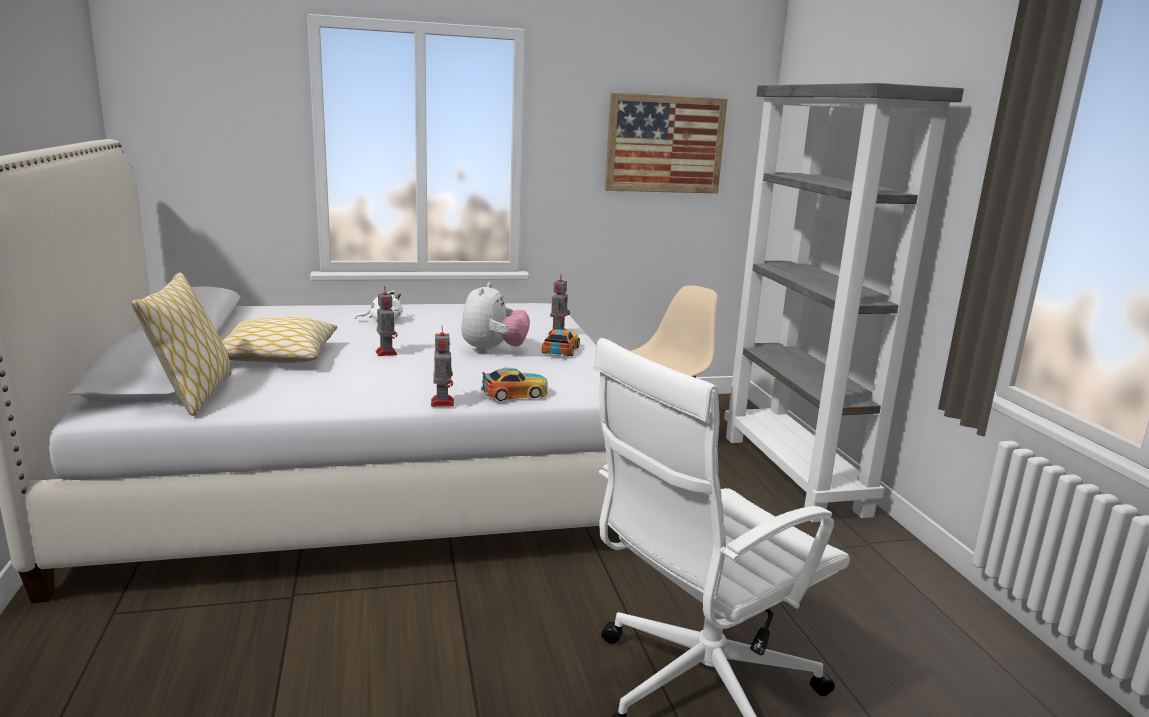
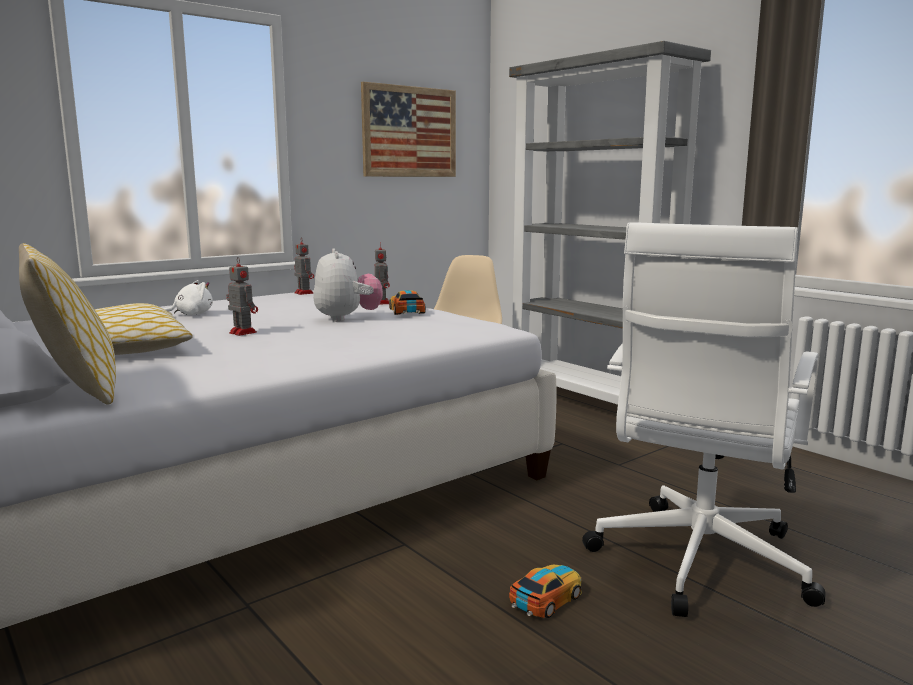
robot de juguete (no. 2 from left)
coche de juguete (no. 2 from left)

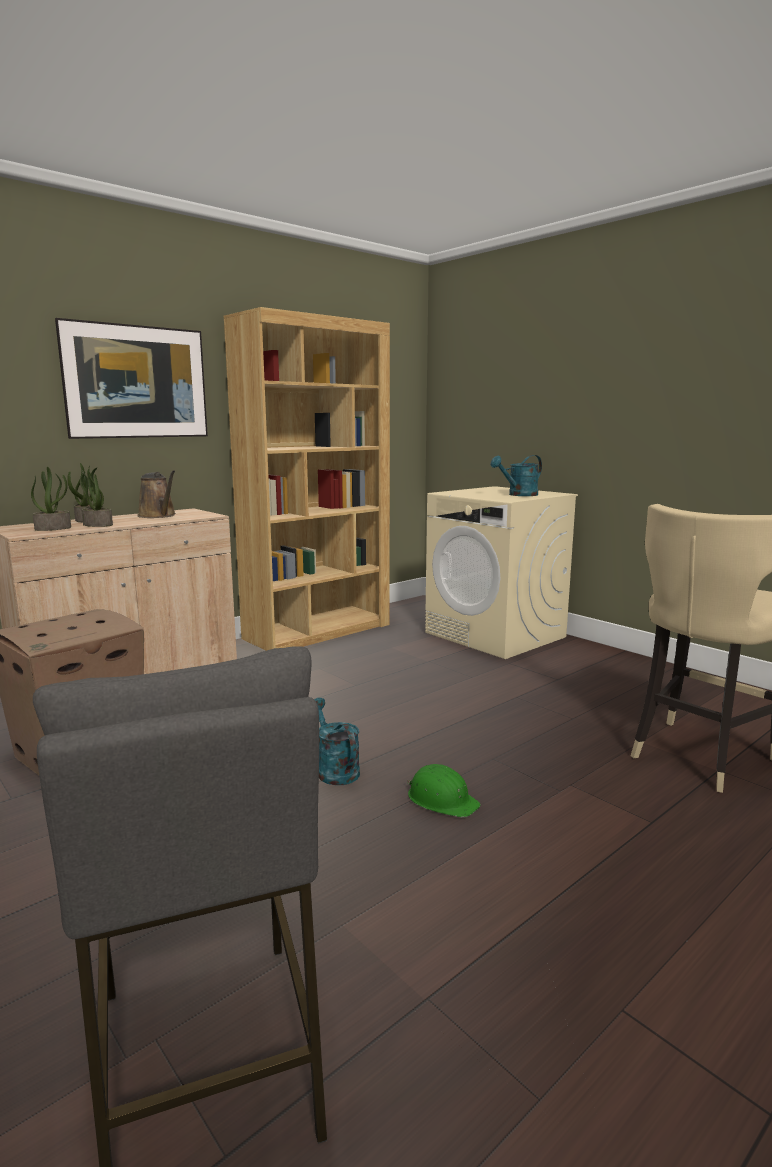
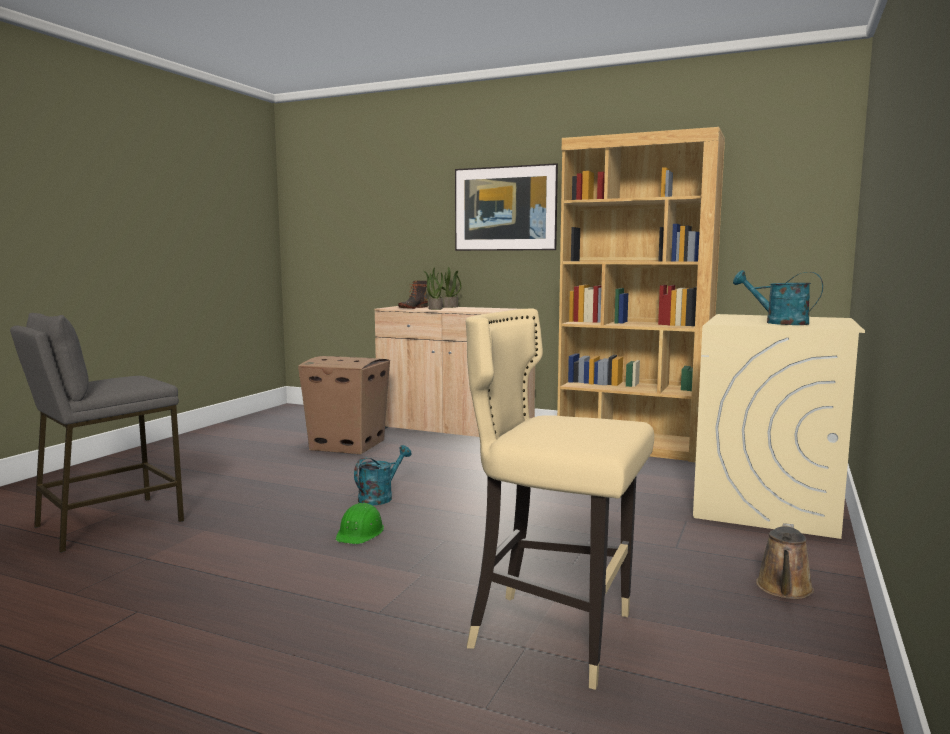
bota
regadera [marrón]

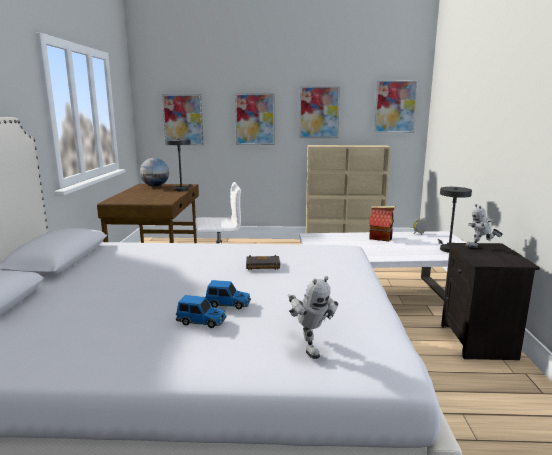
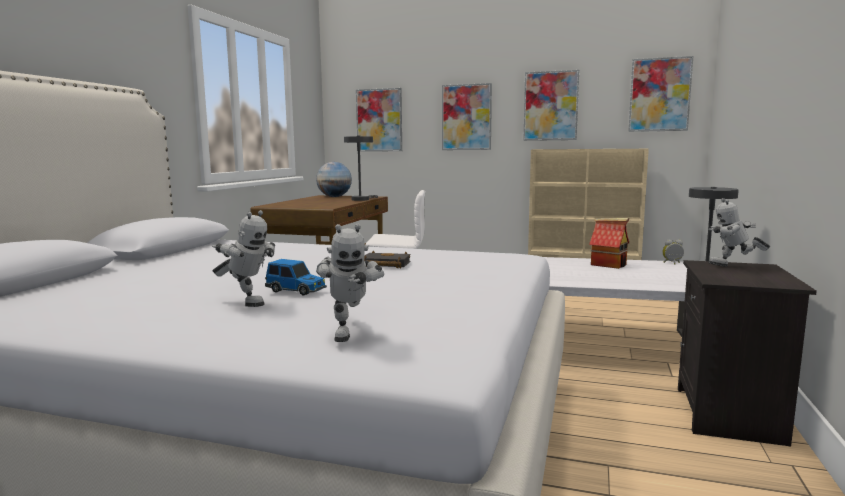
robot de juguete (no. 1 from left)

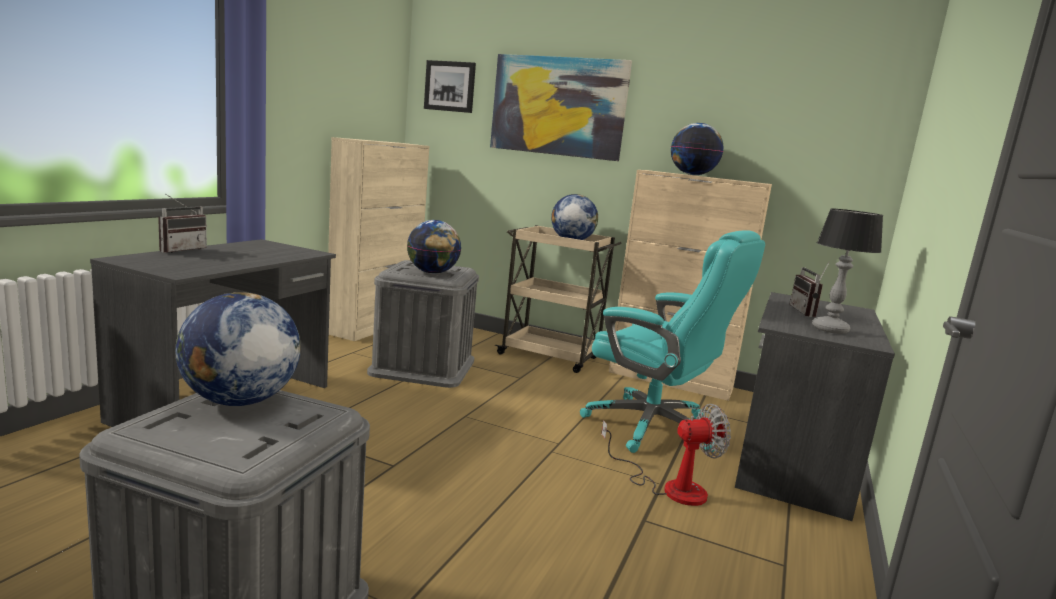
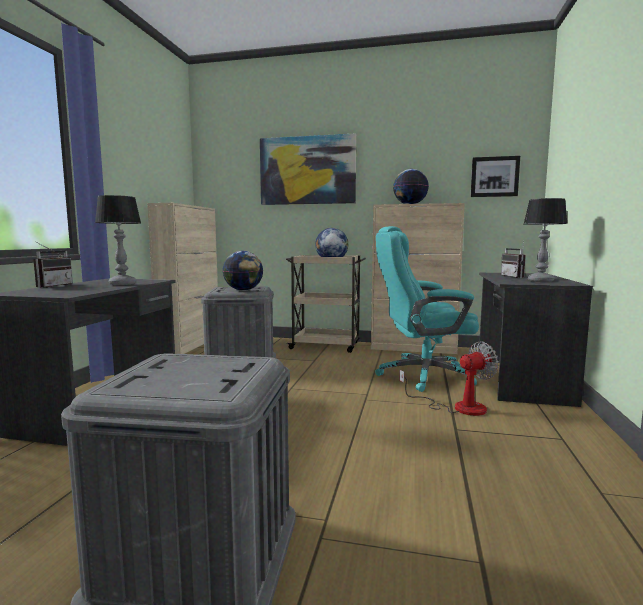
lámpara de mesa (no. 1 from left)
silla de oficina [turquesa]
cuadro (no. 2 from left)
globo terráqueo (no. 1 from left in the first image)

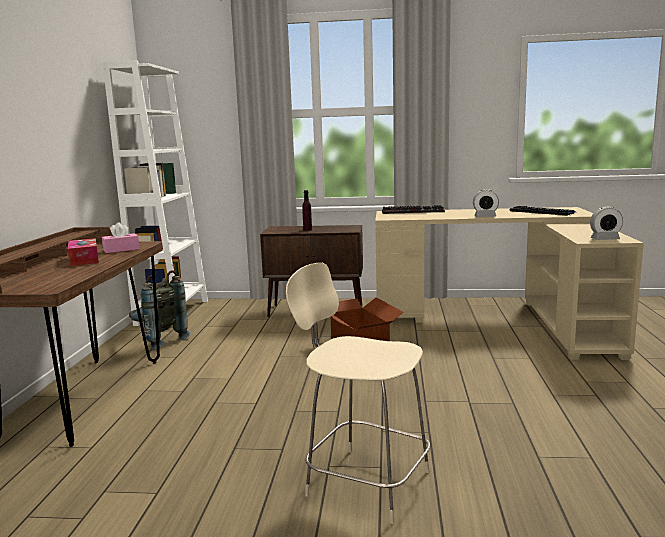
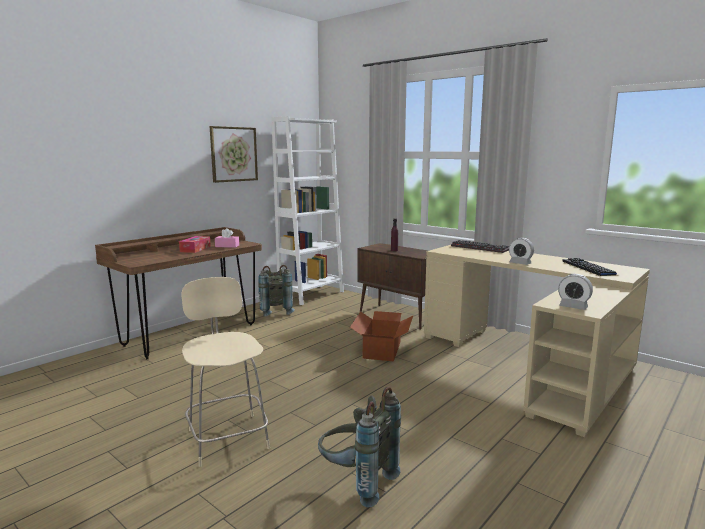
cuadro
mochila [gris] (no. 2 from left)

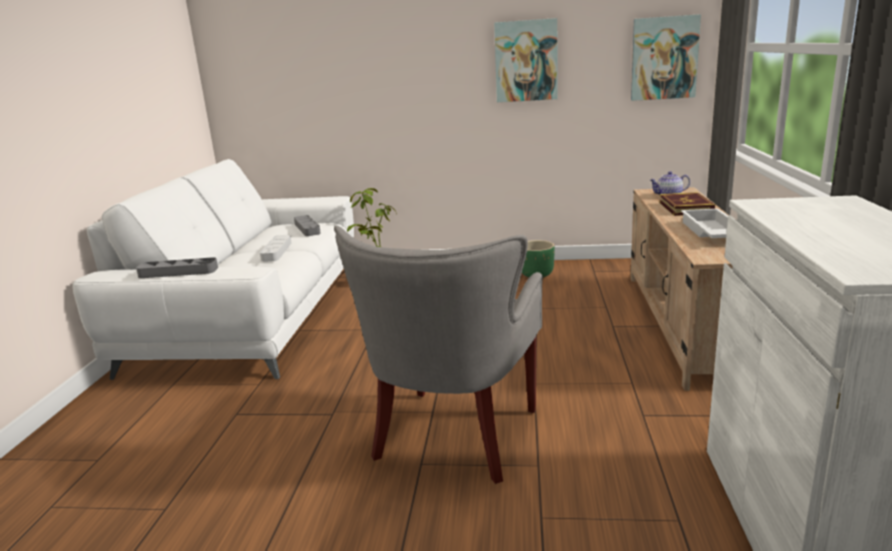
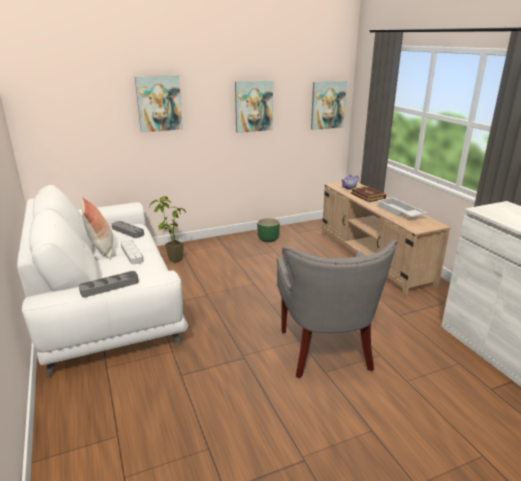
cojín
cuadro (no. 1 from left)

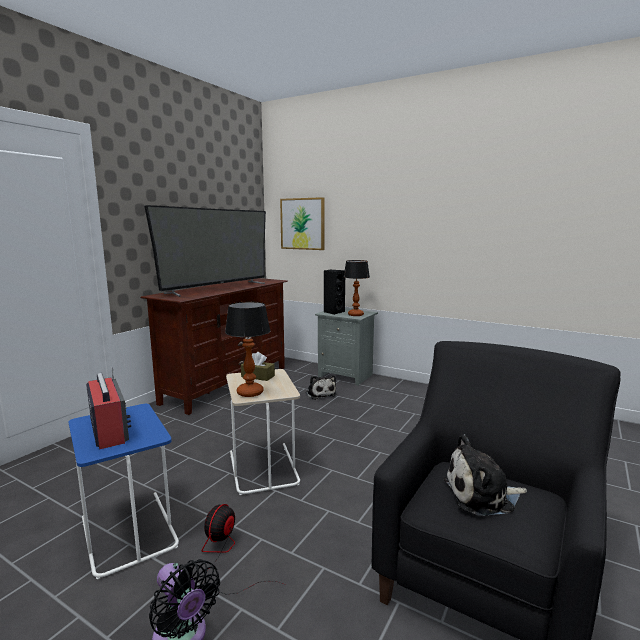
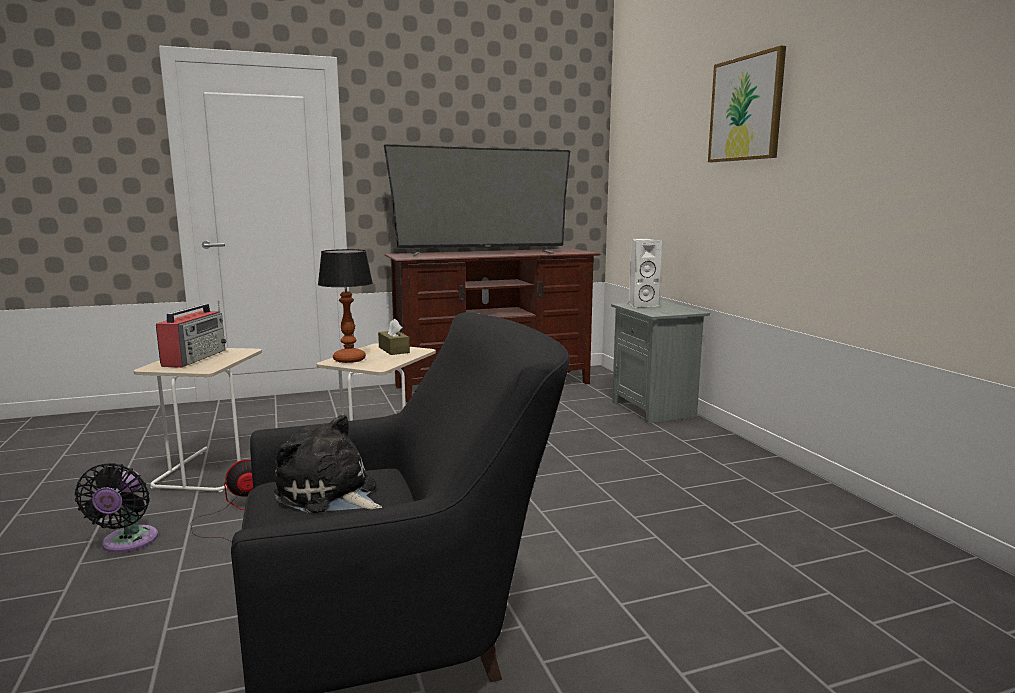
mesa auxiliar [beis] (no. 1 from left)
altavoz [blanco]
cuadro
peluche (no. 1 from left in the first image)
lámpara de mesa (no. 2 from left in the first image)

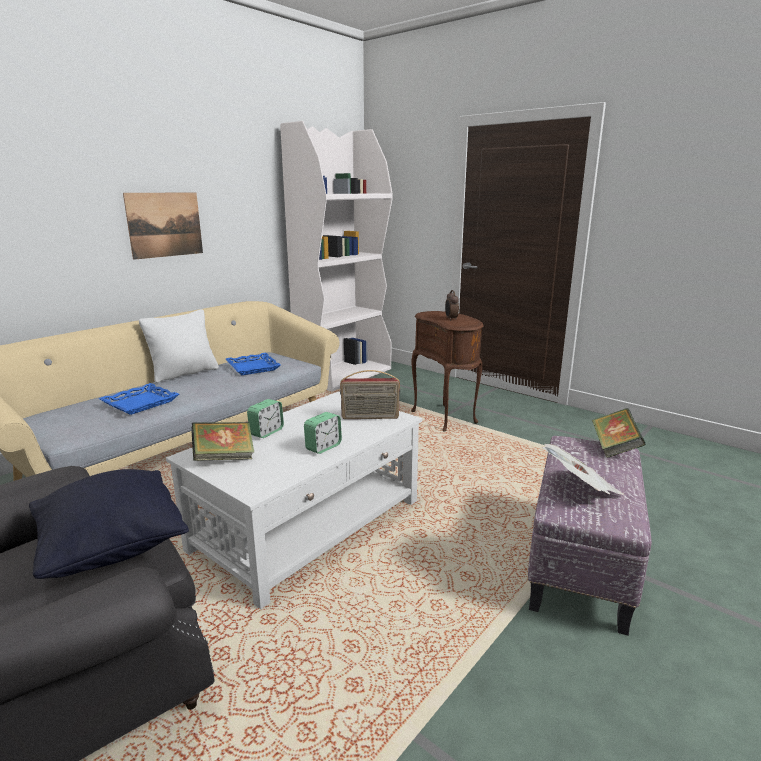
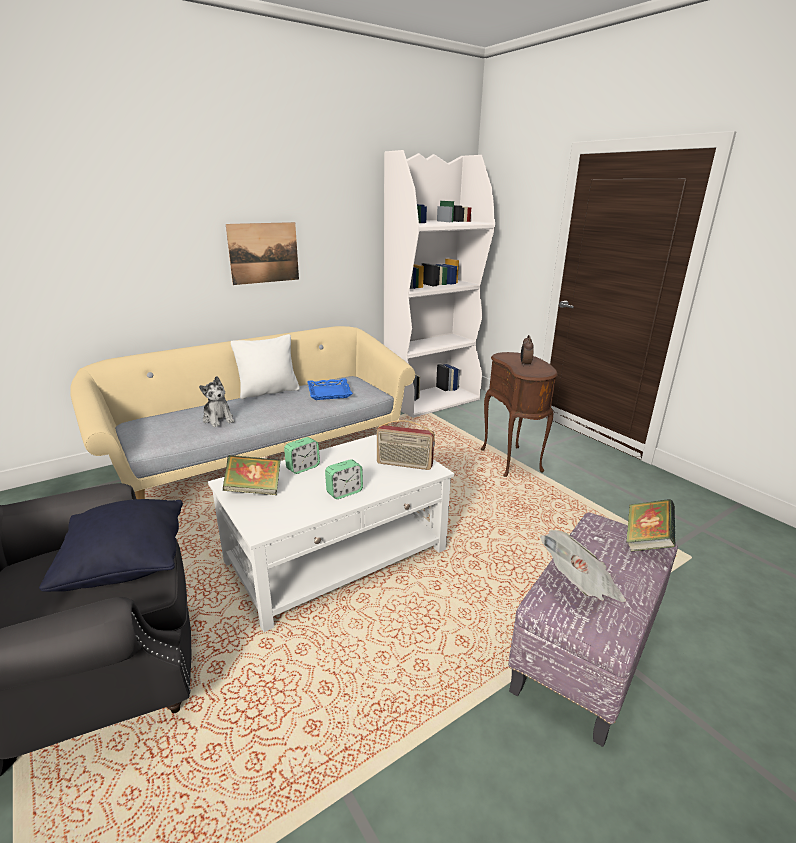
peluche

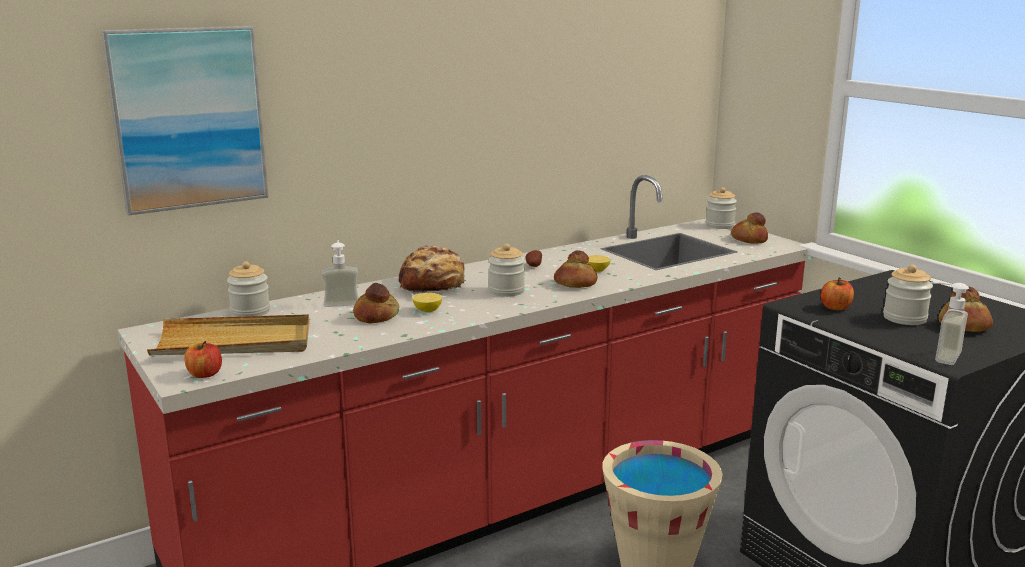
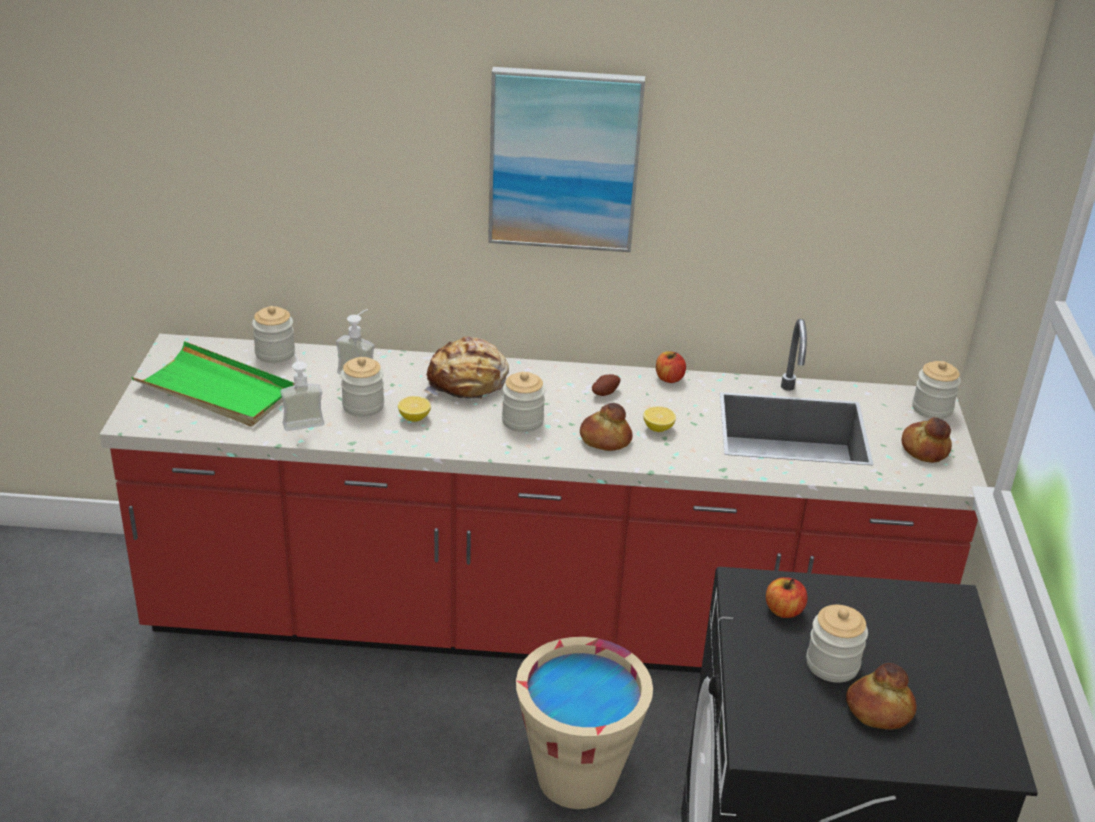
bandeja [verde]
dispensador de jabón (no. 1 from left)
tarro (no. 2 from left)
cuadro
manzana (no. 1 from left)

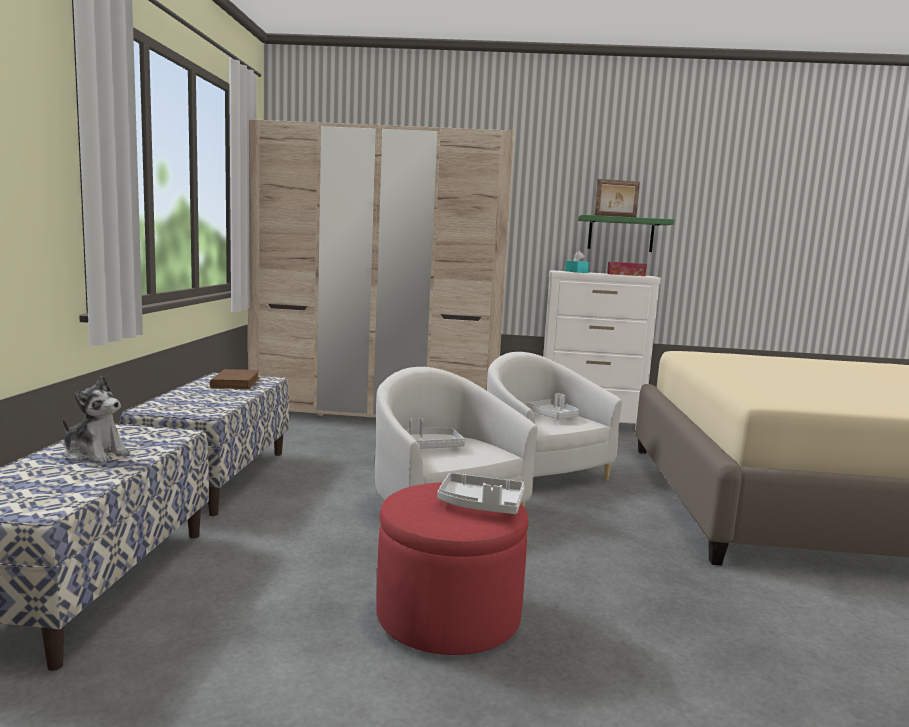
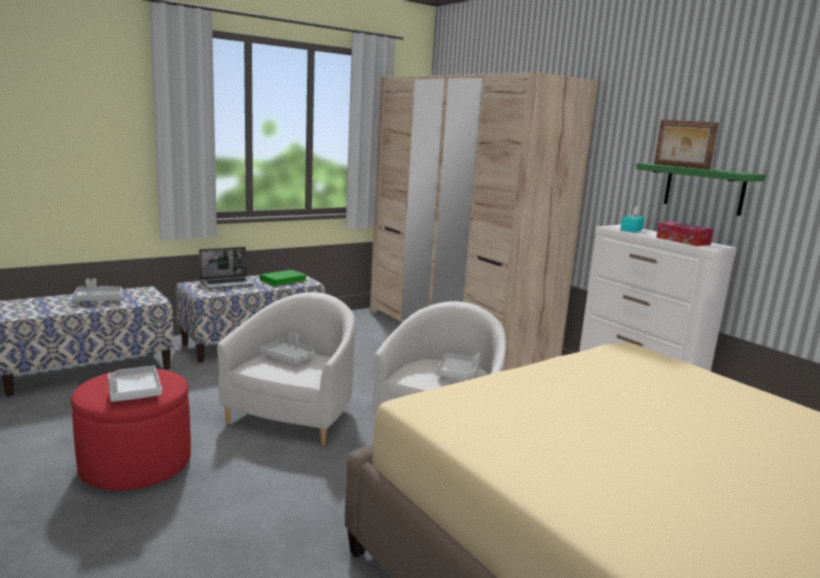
bandeja [gris] (no. 1 from left)
portátil
libro [verde]

